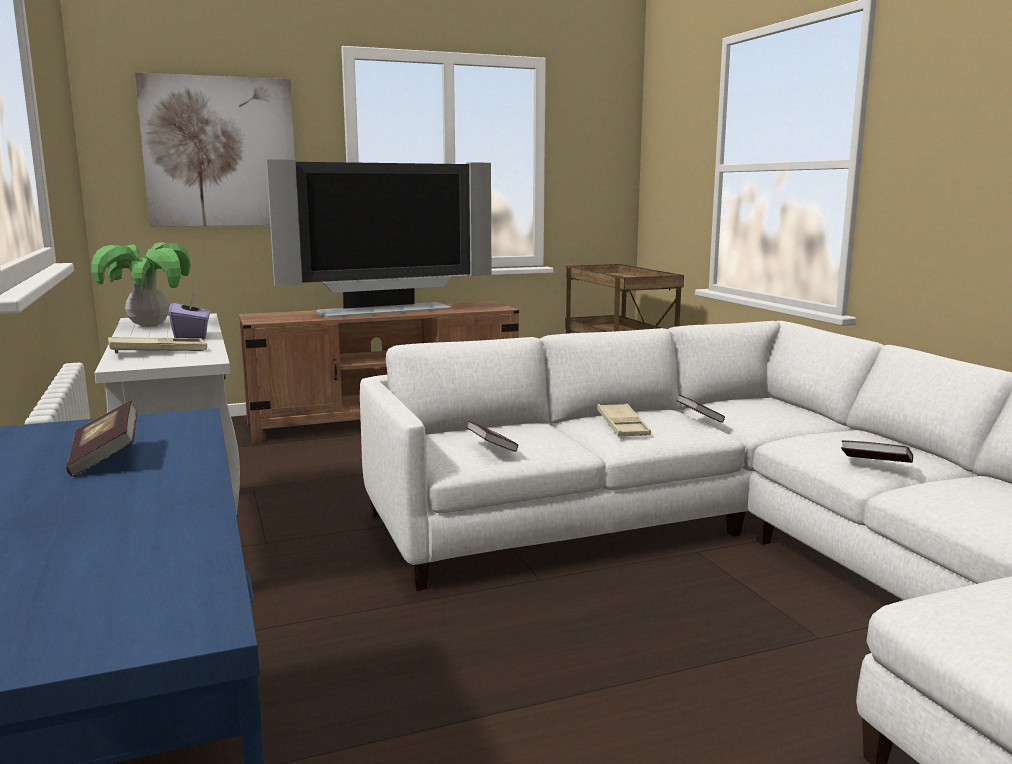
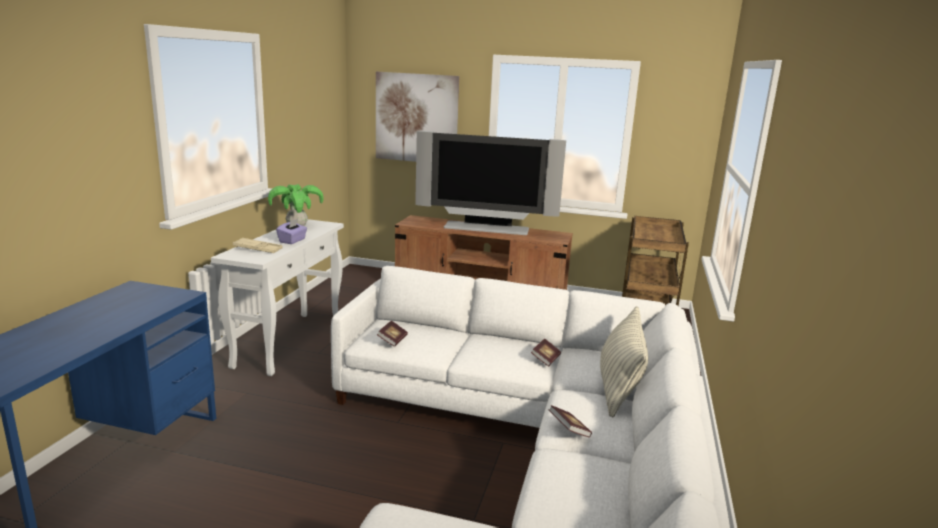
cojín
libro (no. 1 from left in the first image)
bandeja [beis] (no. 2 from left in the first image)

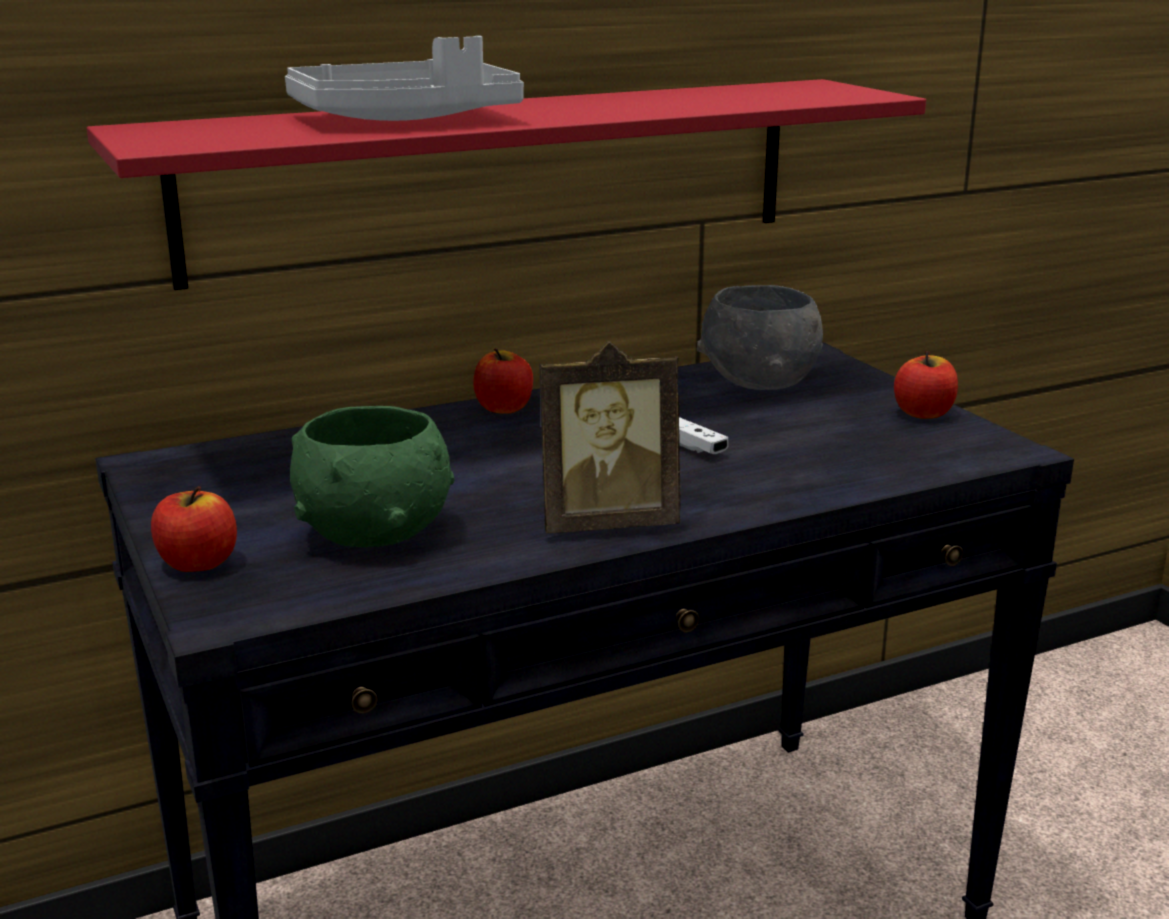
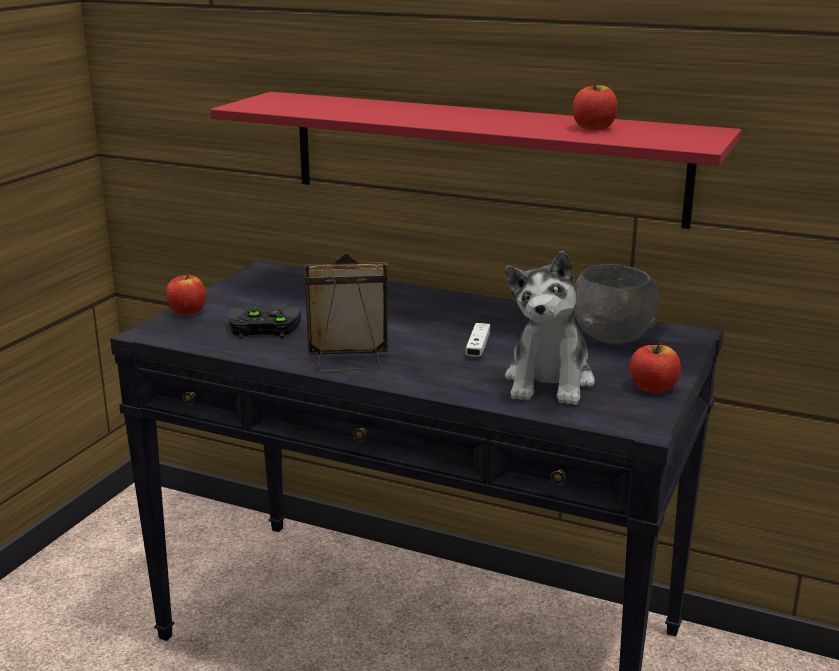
mando de consola [negro]
portarretratos
peluche
manzana (no. 2 from left)
bandeja [gris]

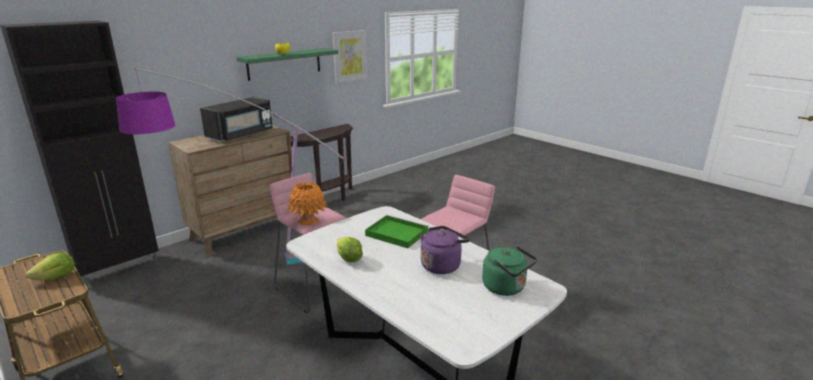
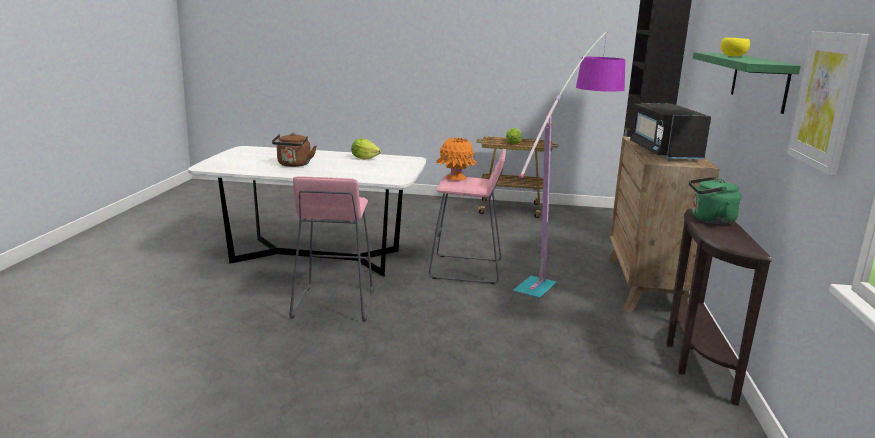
hervidor [marrón]
hervidor [verde]
bandeja [verde]

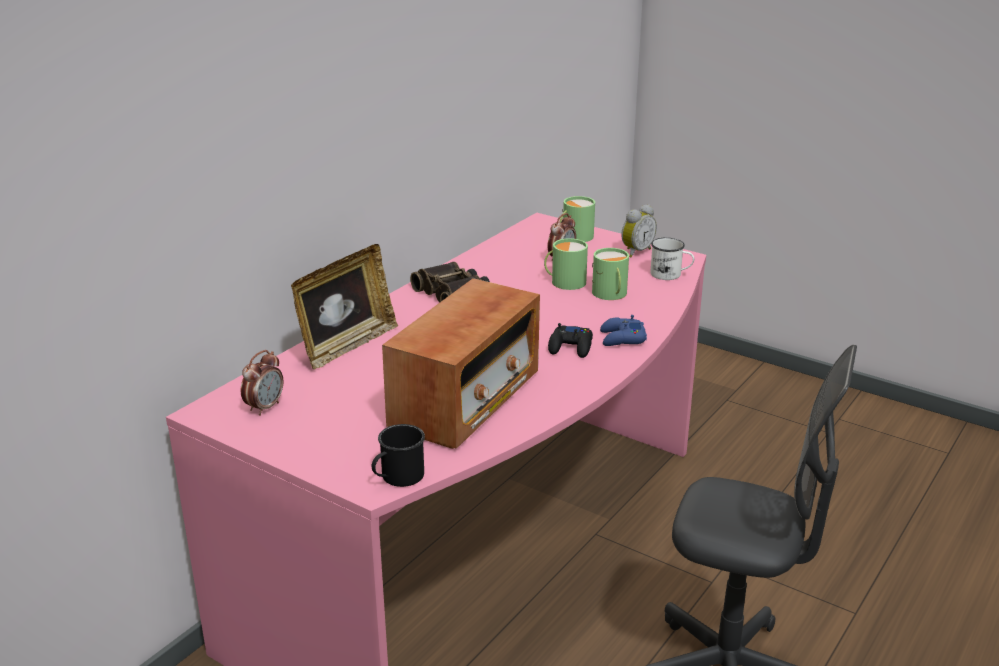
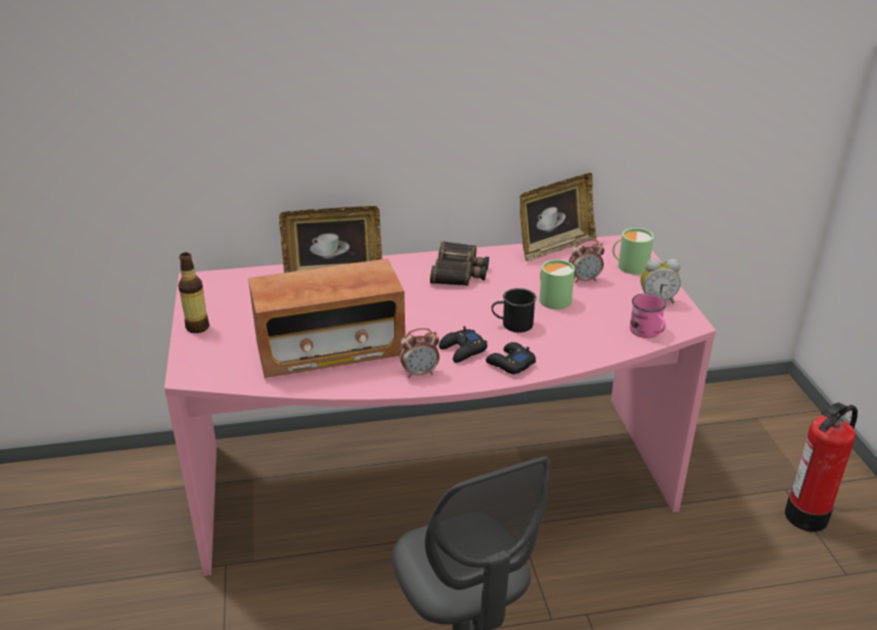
botella
despertador (no. 1 from left)
mando de consola [negro] (no. 2 from left)
taza grande [negro]
portarretratos (no. 2 from left)
taza grande [rosa]
extintor
taza grande [verde] (no. 3 from left in the first image)

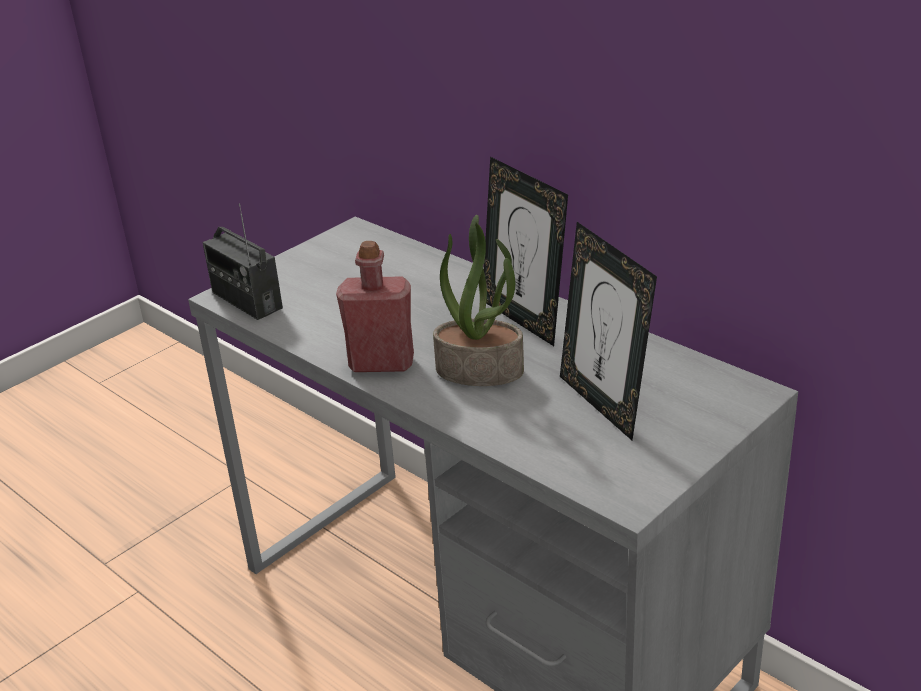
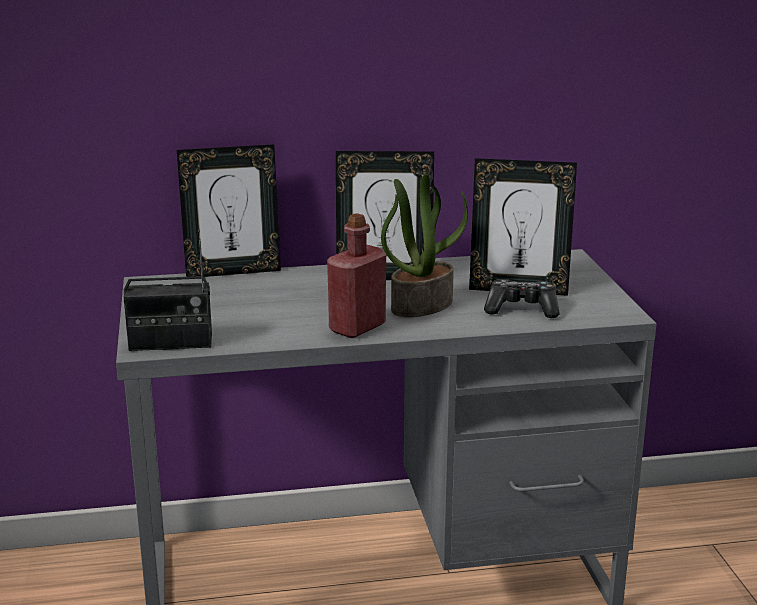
portarretratos (no. 1 from left)
mando de consola

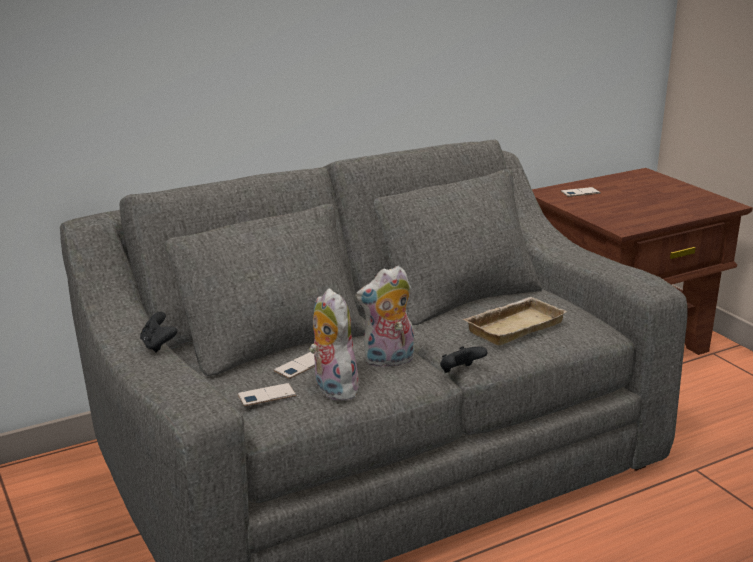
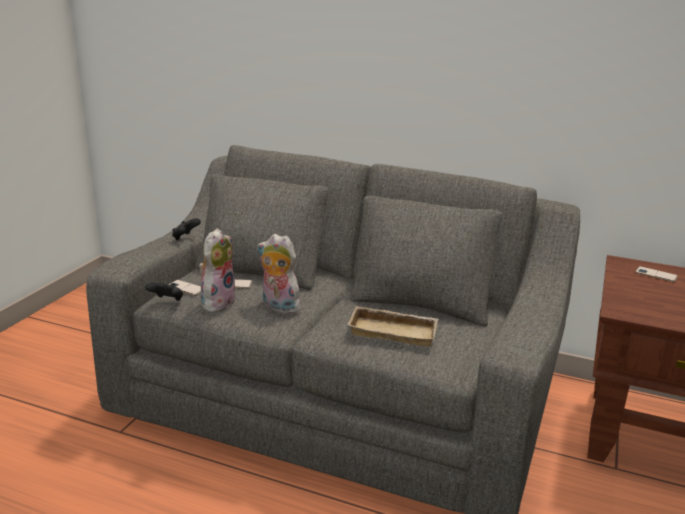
mando de consola [negro] (no. 1 from left)

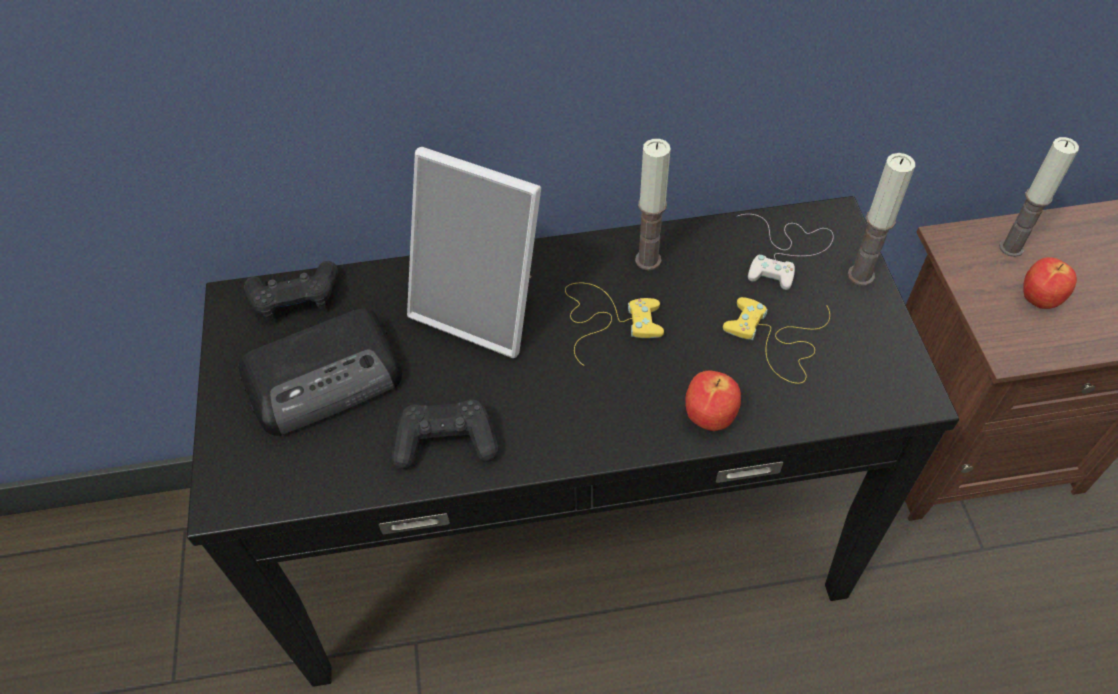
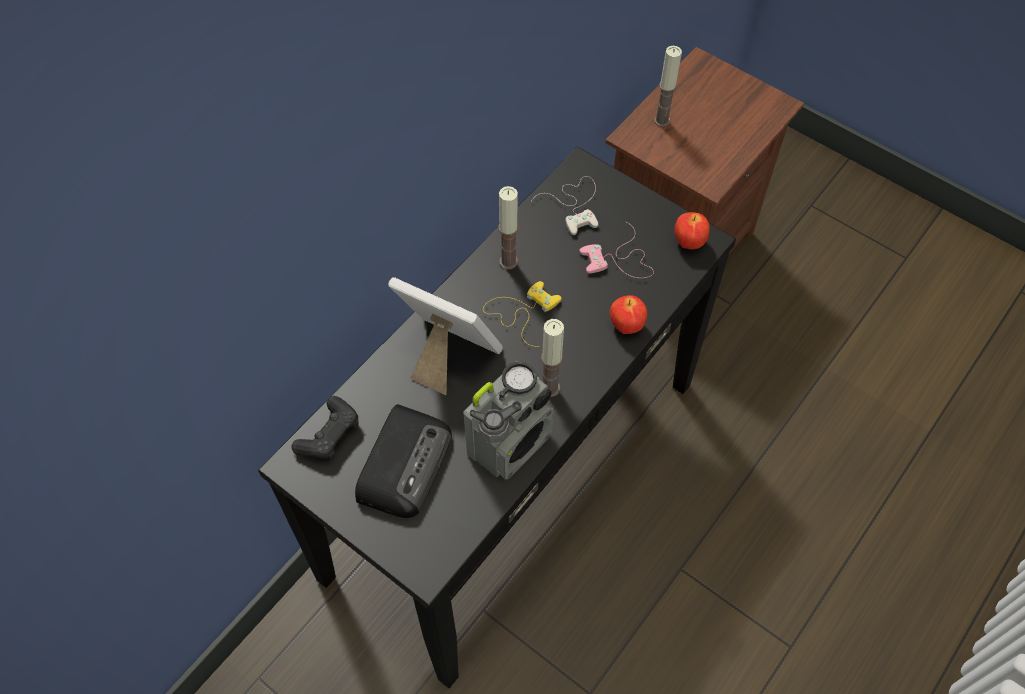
portarretratos
radio (no. 2 from left)
vela (no. 2 from left)
mando de consola [rosa]
manzana (no. 2 from left)

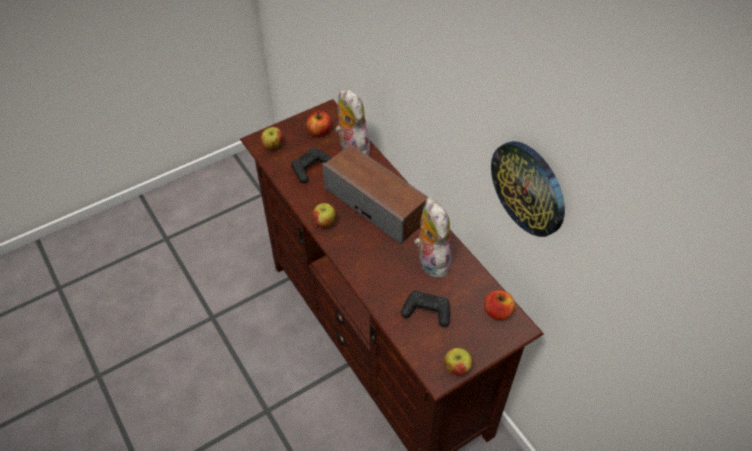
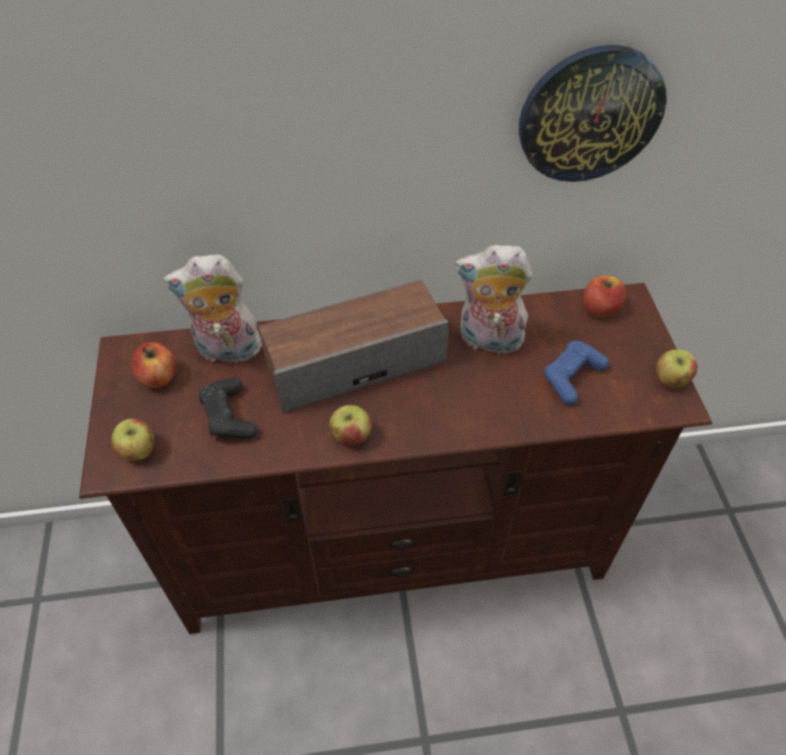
mando de consola [azul]

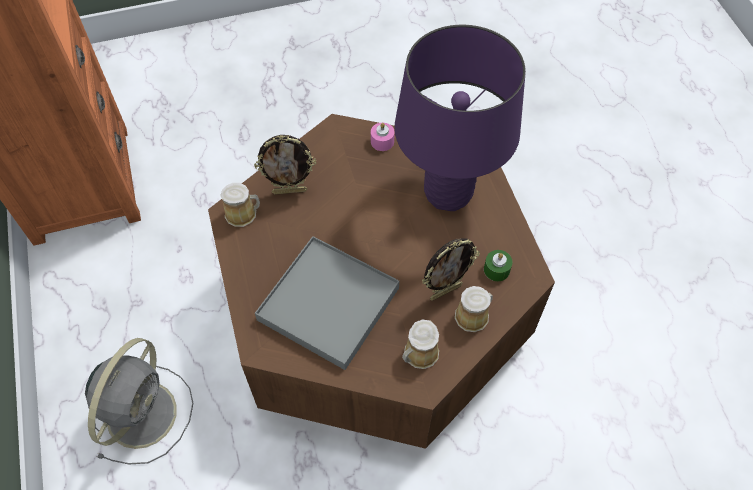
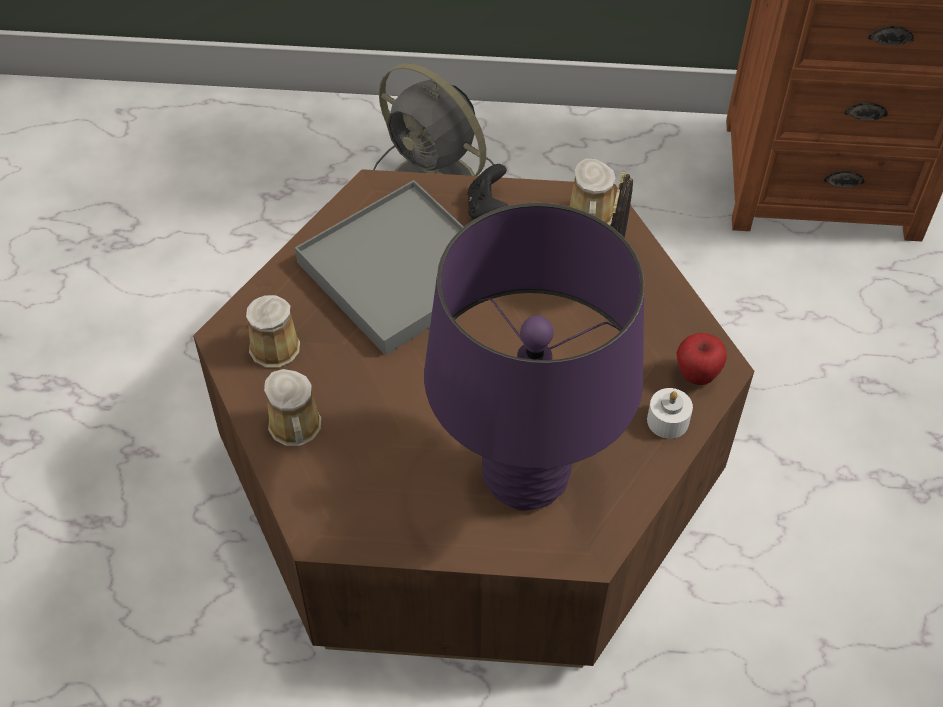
mando de consola [negro]
vela [blanco]
manzana
portarretratos (no. 2 from left in the first image)
vela [verde]

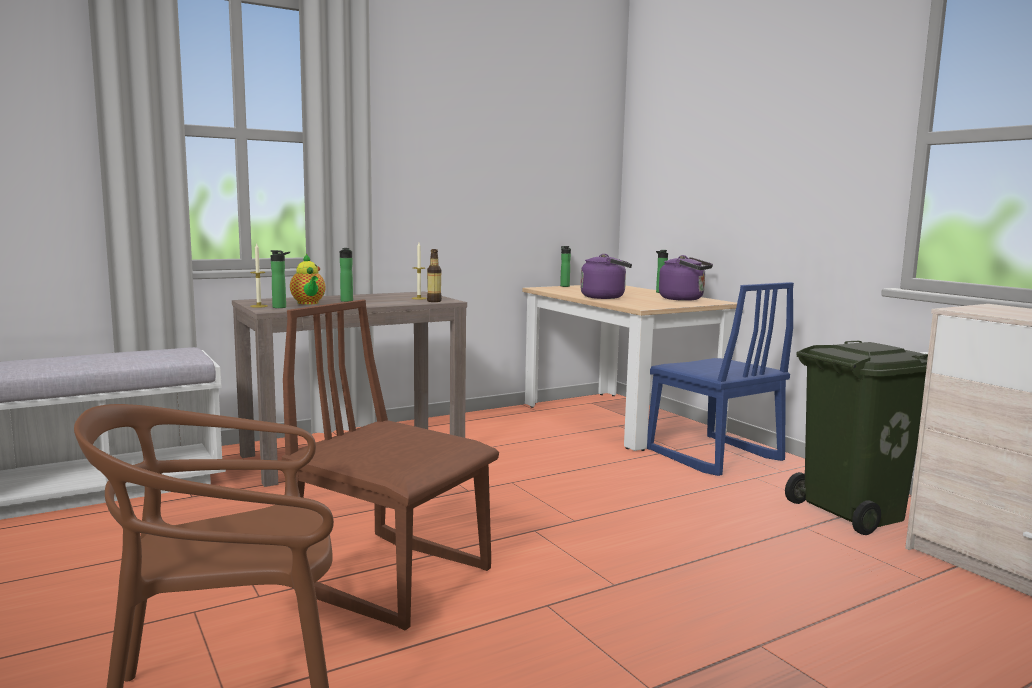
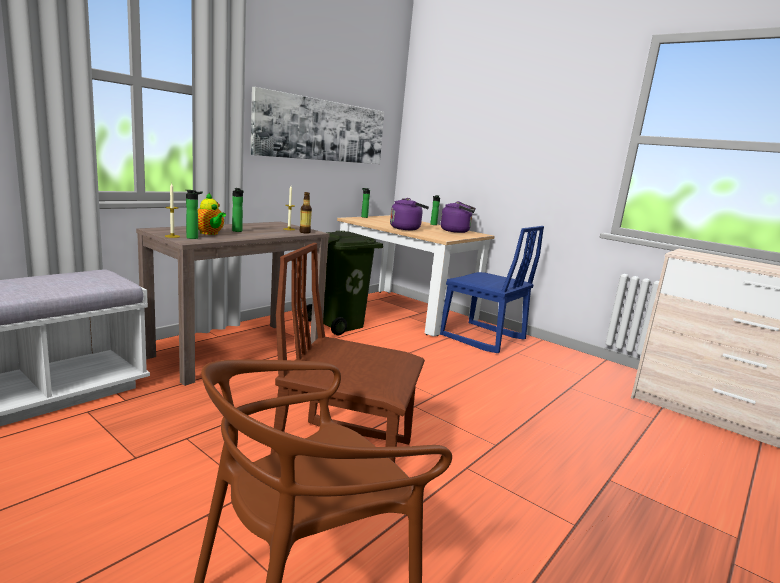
cuadro
papelera [verde]

